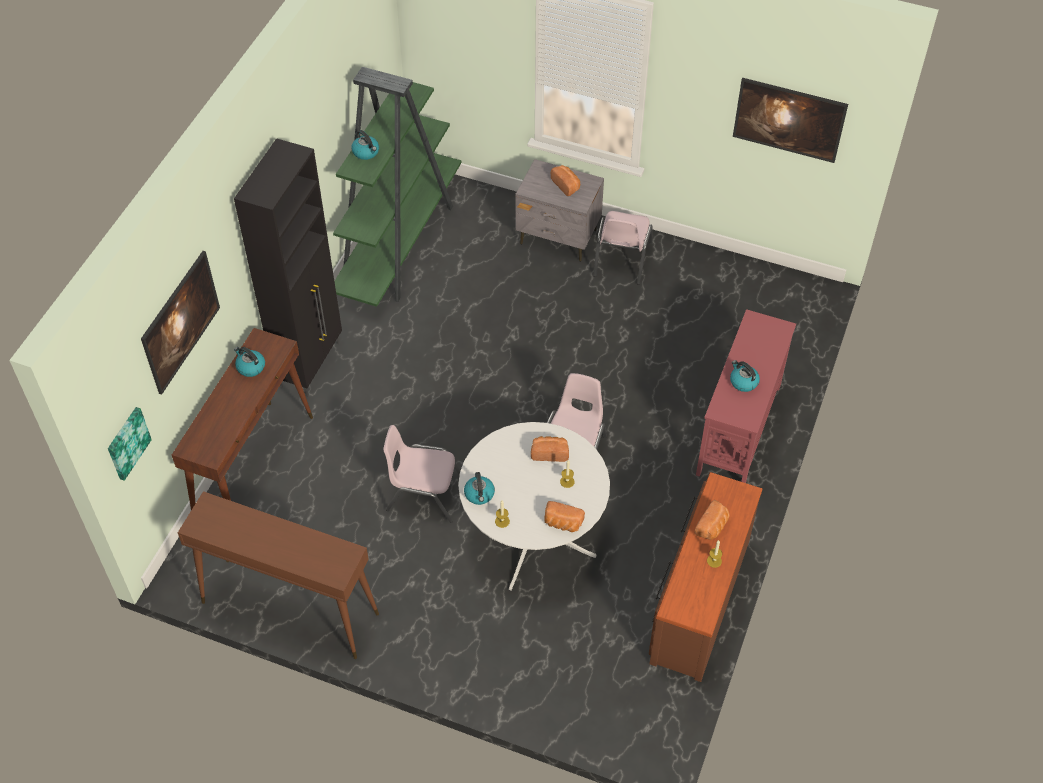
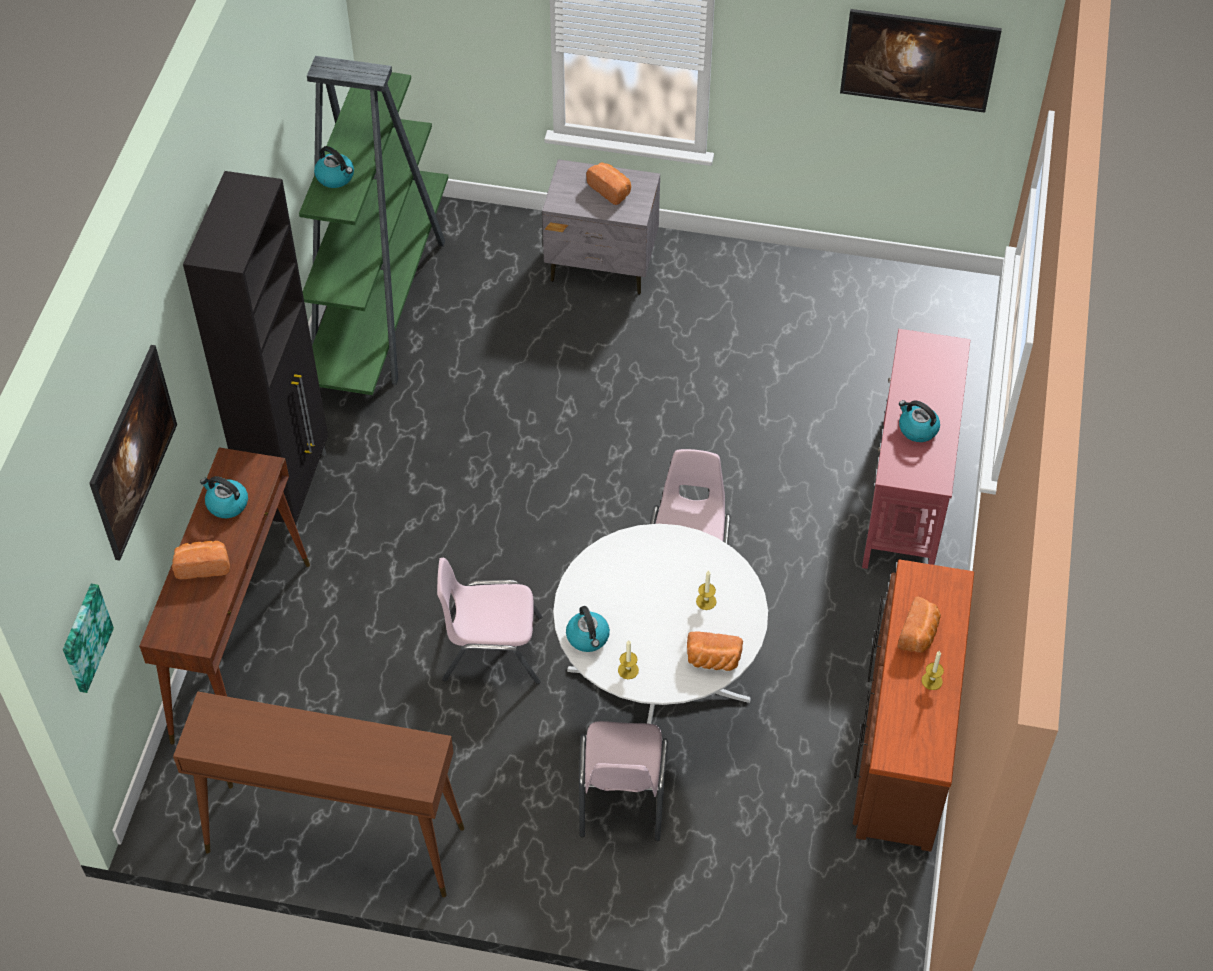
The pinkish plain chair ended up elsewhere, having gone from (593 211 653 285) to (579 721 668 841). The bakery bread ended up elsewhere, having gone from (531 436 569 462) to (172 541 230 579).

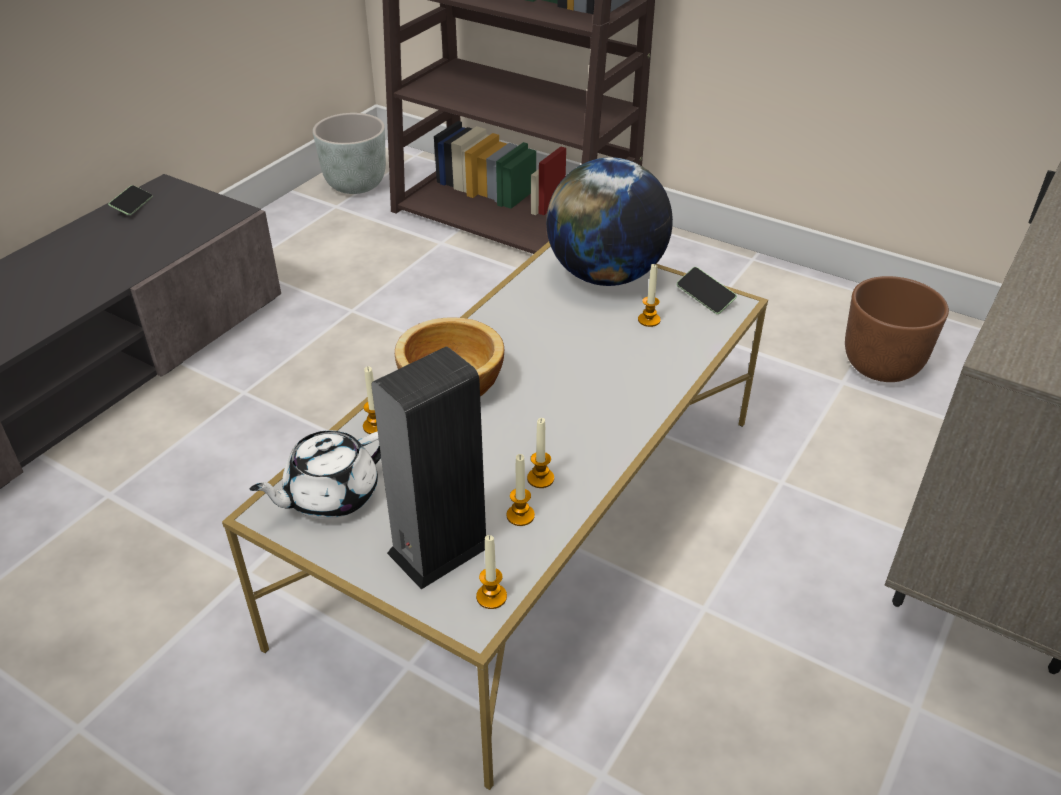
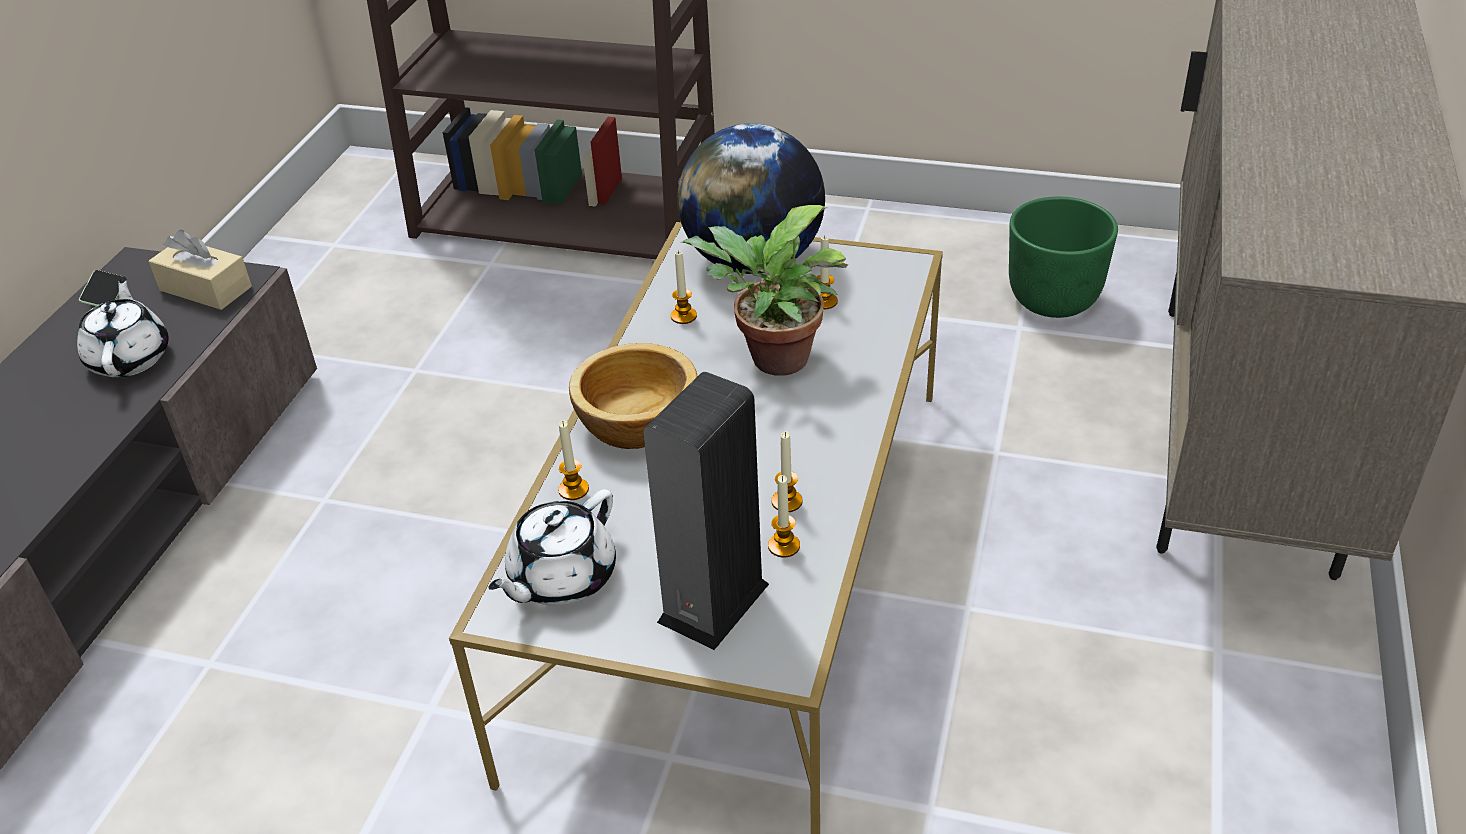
The second view lost the grey plant pot at (313 113 386 194). The second view lost the telephone at (676 267 737 314). What was the brown-coloured plant pot at (845 276 949 382) turned into the greenish plant pot at (1009 197 1118 318). The wax candle ended up elsewhere, having gone from (476 535 507 609) to (671 250 697 324). The second view gained the potted plant at (681 205 848 376). The second view gained the beige tissue holder at (149 230 252 310). The second view gained the white teapot at (77 276 169 377).

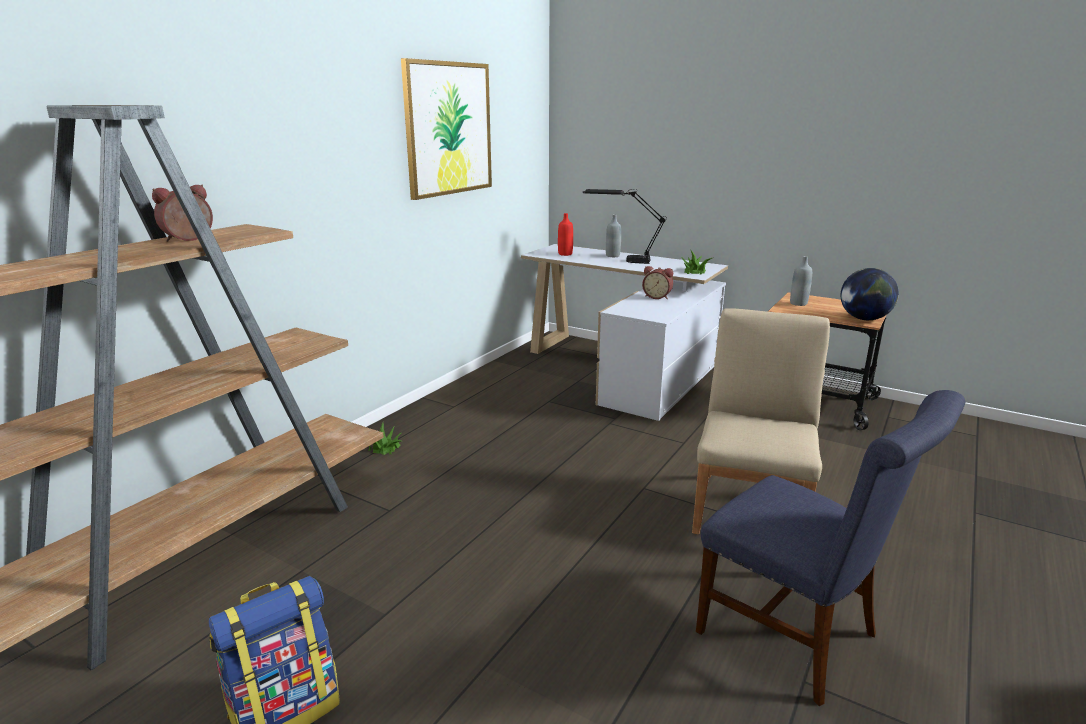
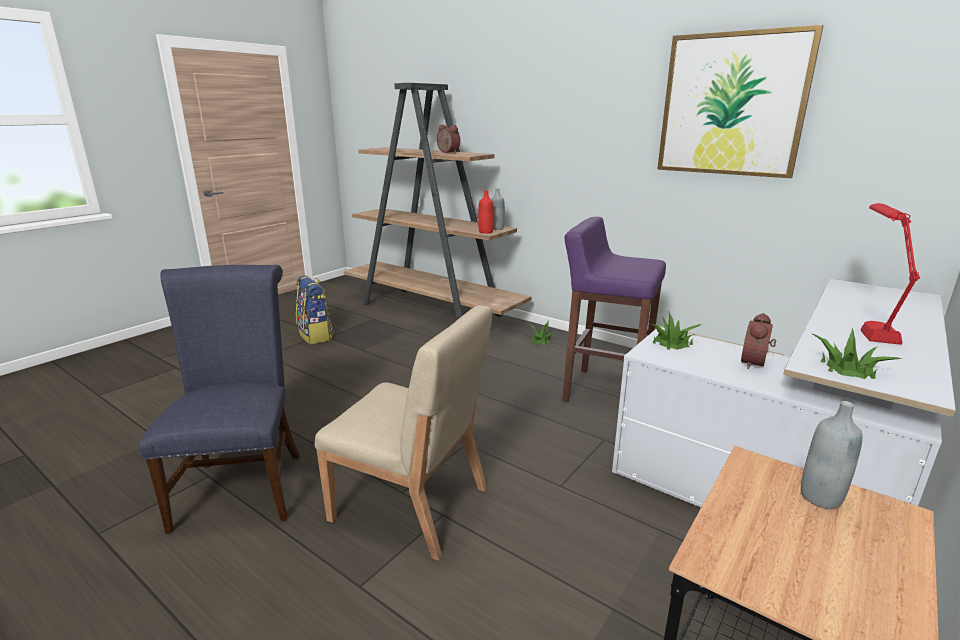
What was the black tabletop lamp at (583 189 667 264) turned into the red-coloured tabletop lamp at (861 203 920 345). The red-coloured drink bottle ended up elsewhere, having gone from (558 213 573 256) to (478 190 494 234). The grey drink bottle ended up elsewhere, having gone from (606 214 621 257) to (491 188 505 230). The second view lost the globe at (841 268 899 320). The blue plain chair at (696 390 965 706) ended up facing another way, 120 degrees clockwise from before. The second view gained the purple stool at (562 217 666 402). The second view gained the potted plant at (648 312 702 350).

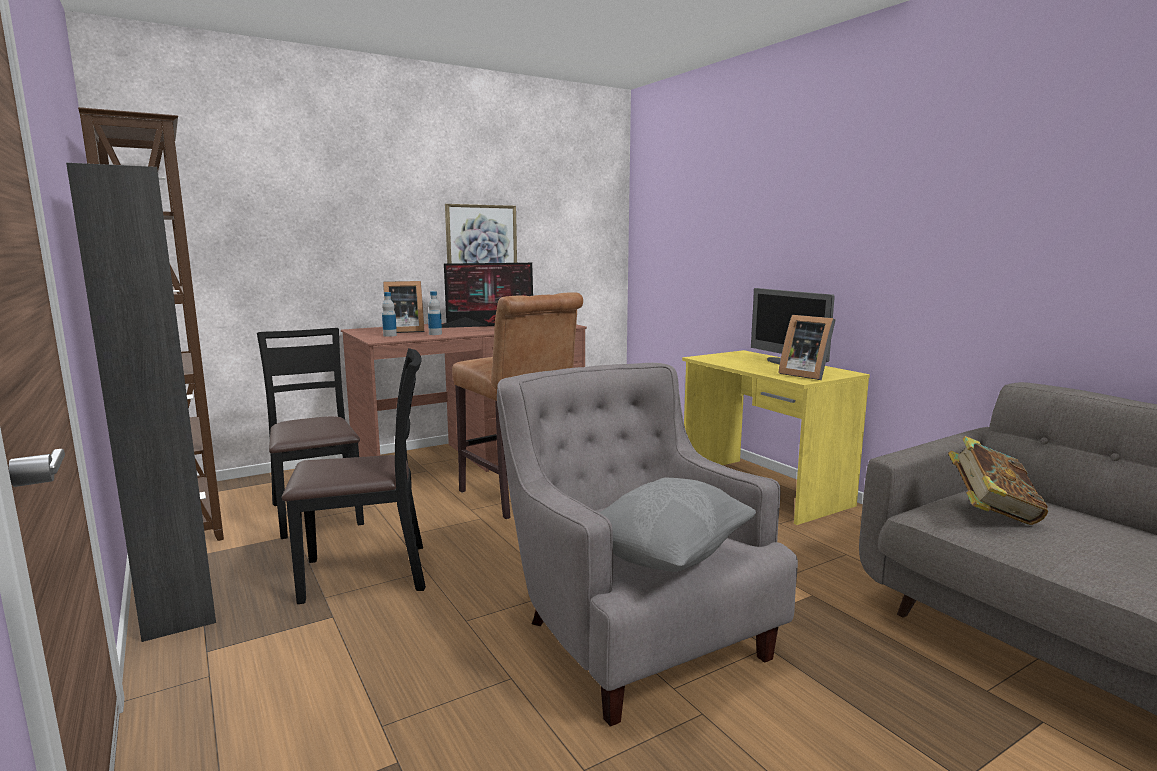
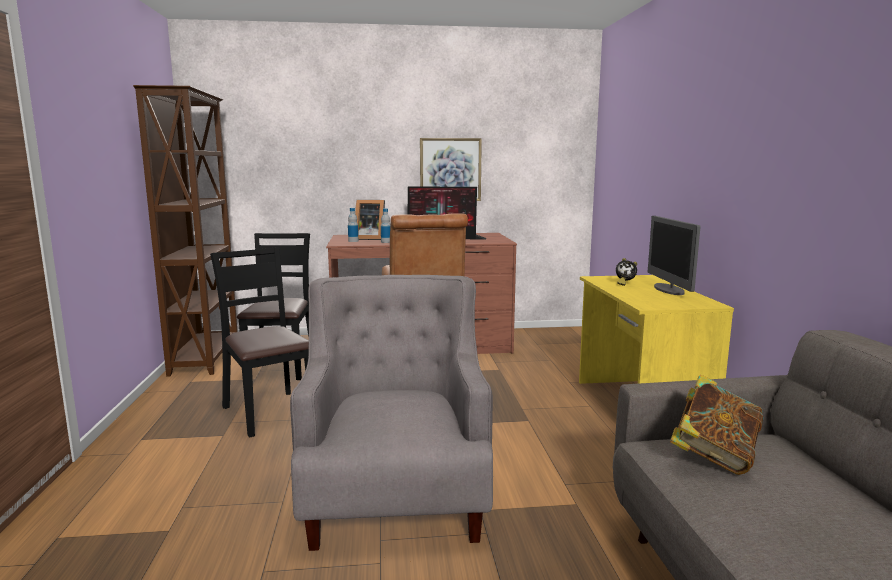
The second view lost the black cupboard at (66 163 216 642). The second view lost the photo frame at (778 315 836 380). The black plain chair at (282 348 426 604) ended up facing another way, 135 degrees counterclockwise from before. The second view lost the grey throw pillow at (599 477 756 572). The second view gained the bedside clock at (616 258 637 286).

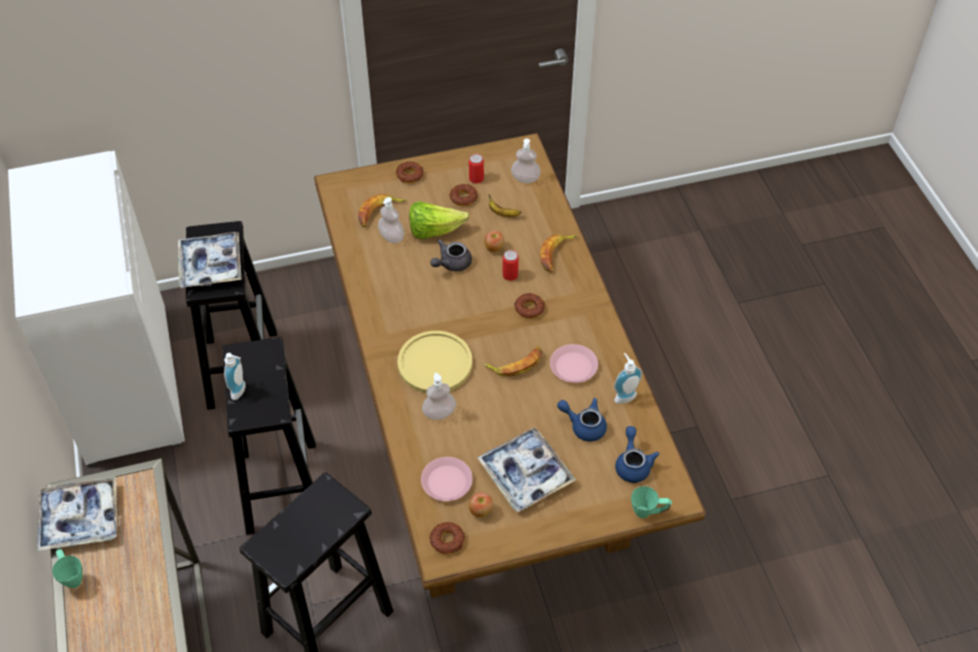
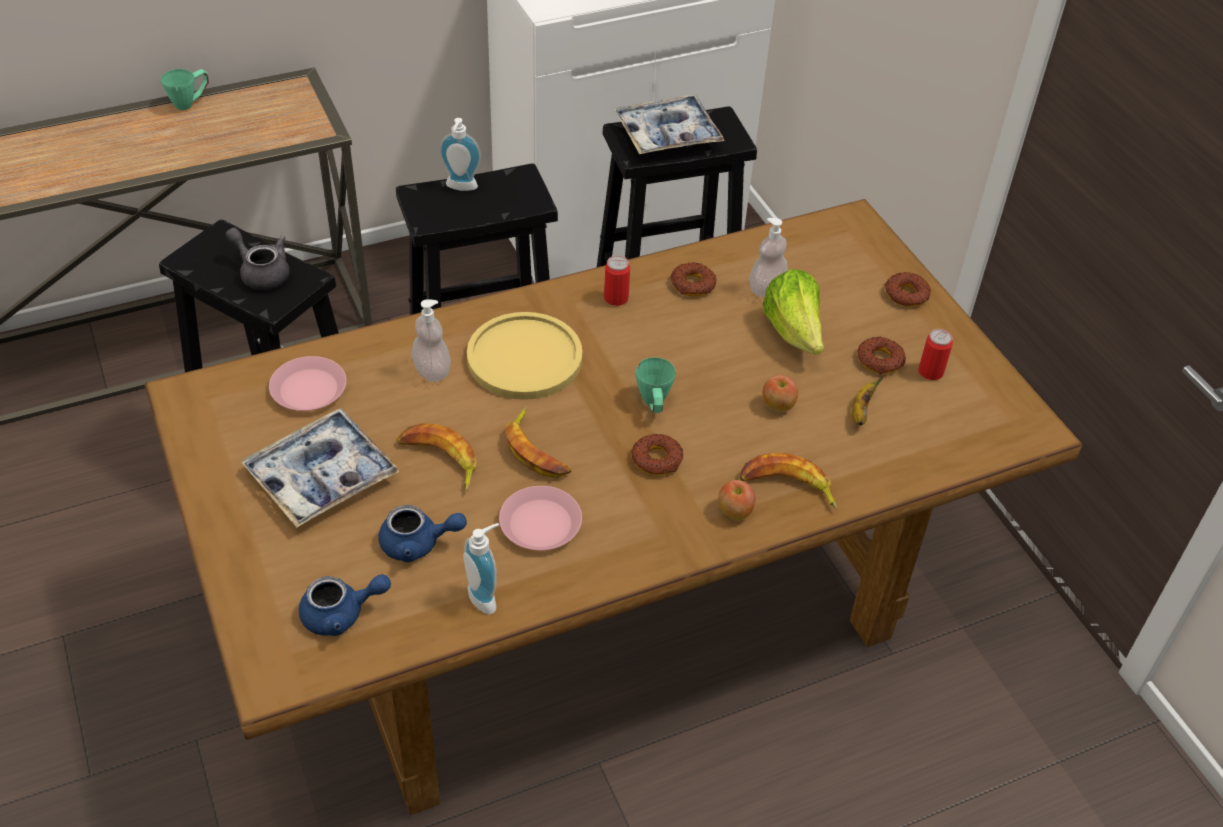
The second view lost the soap bottle at (511 139 541 183). The banana fruit ended up elsewhere, having gone from (358 194 407 227) to (397 423 477 491). The grey teapot ended up elsewhere, having gone from (430 239 472 272) to (226 228 290 290). The metal can ended up elsewhere, having gone from (502 250 519 281) to (604 255 630 306). The blue teapot at (557 398 607 442) ended up facing another way, 75 degrees clockwise from before. The second view lost the tray at (37 477 117 551). The greenish coffee mug ended up elsewhere, having gone from (631 486 672 518) to (636 357 676 413). The whole apple ended up elsewhere, having gone from (469 493 493 517) to (718 480 756 521). The doughnut ended up elsewhere, having gone from (430 522 465 554) to (671 262 716 297).

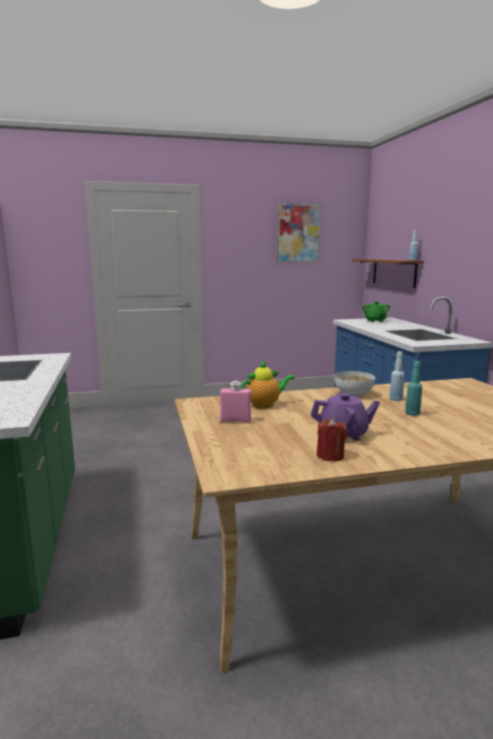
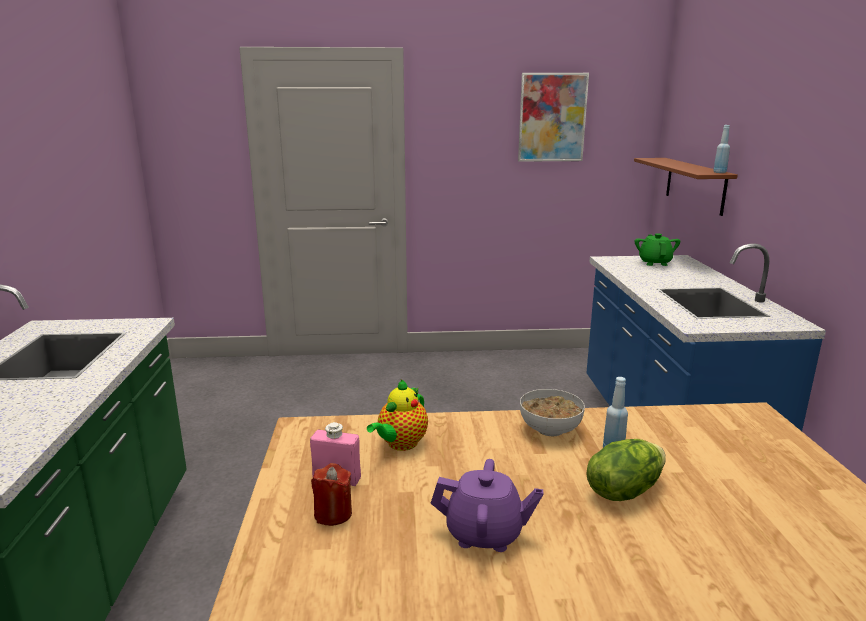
The teapot at (241 360 295 408) ended up facing another way, 135 degrees clockwise from before. Where the turquoise drink bottle stood at (405 361 422 416), the lettuce head came to stand at (586 439 666 501). The red-coloured wax candle ended up elsewhere, having gone from (317 418 347 461) to (311 463 352 526).

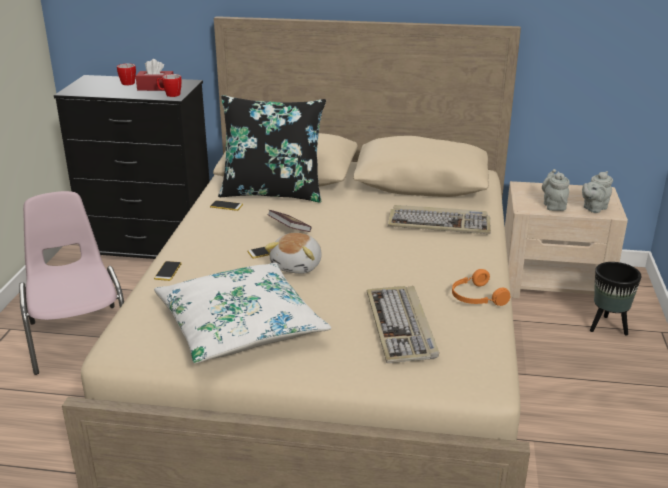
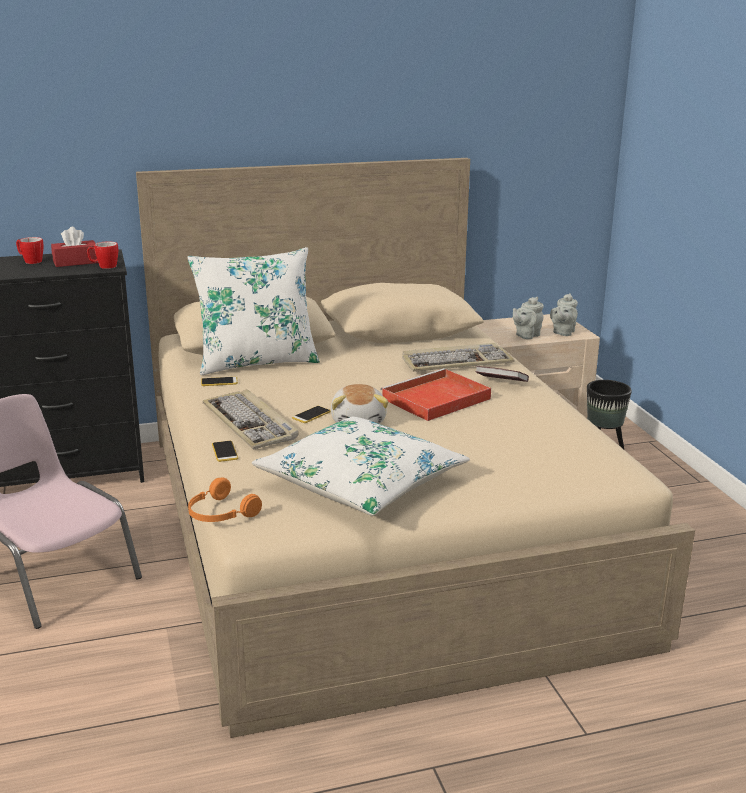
What was the black throw pillow at (218 95 326 203) turned into the white throw pillow at (187 247 320 375). The grey teapot at (542 169 570 211) ended up facing another way, 105 degrees counterclockwise from before. The volume ended up elsewhere, having gone from (267 210 311 232) to (475 366 529 382). The orangey pair of headphones ended up elsewhere, having gone from (452 269 510 306) to (188 477 262 522). The computer keyboard ended up elsewhere, having gone from (367 286 439 363) to (203 389 299 449). The second view gained the red-coloured tray at (380 368 491 421).

